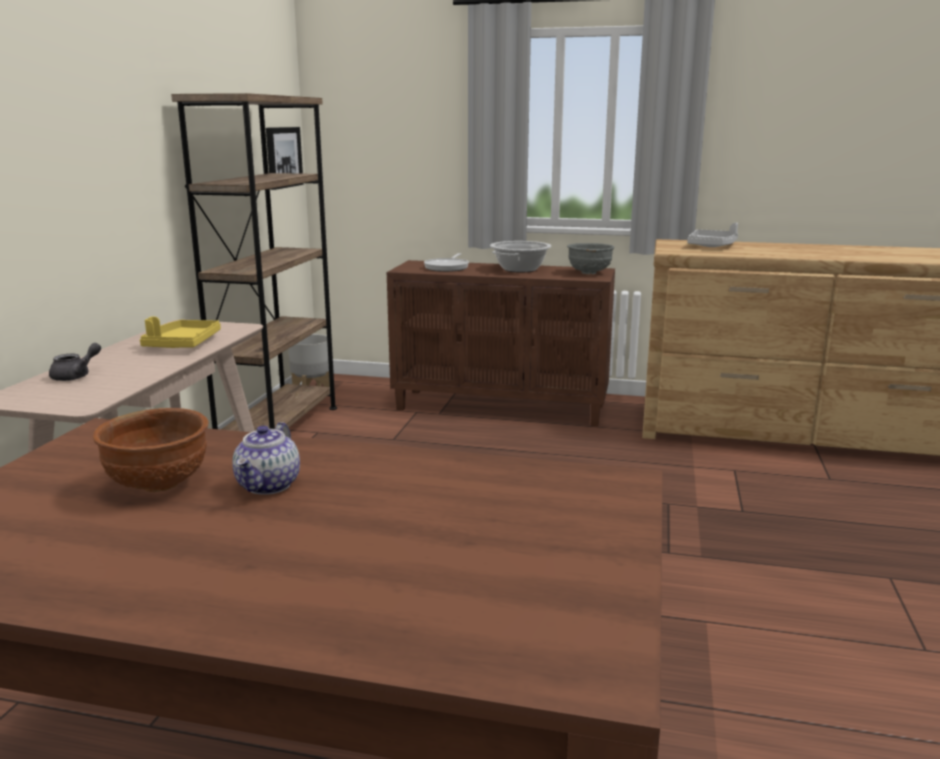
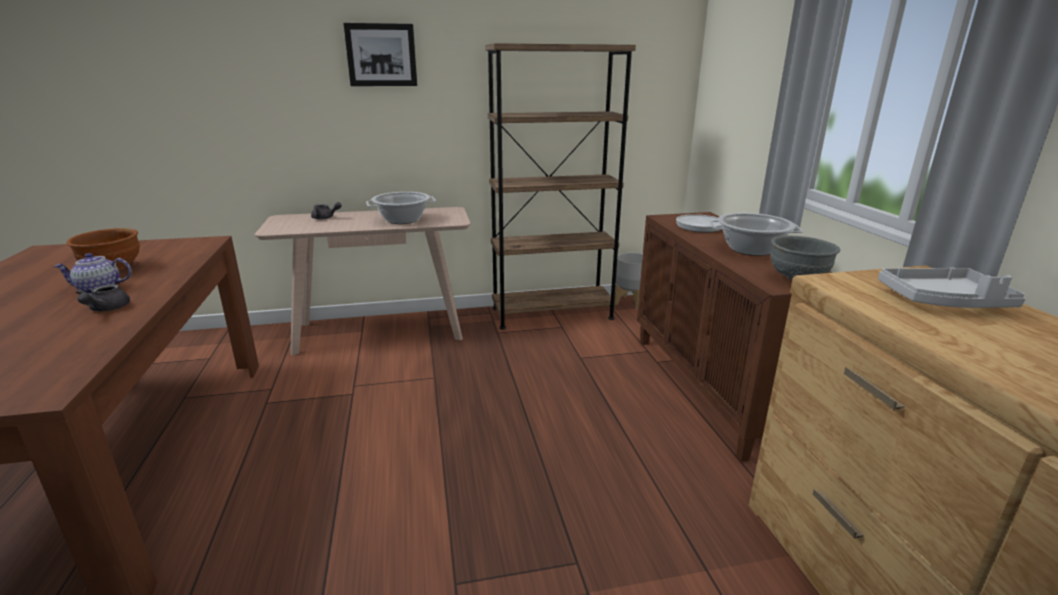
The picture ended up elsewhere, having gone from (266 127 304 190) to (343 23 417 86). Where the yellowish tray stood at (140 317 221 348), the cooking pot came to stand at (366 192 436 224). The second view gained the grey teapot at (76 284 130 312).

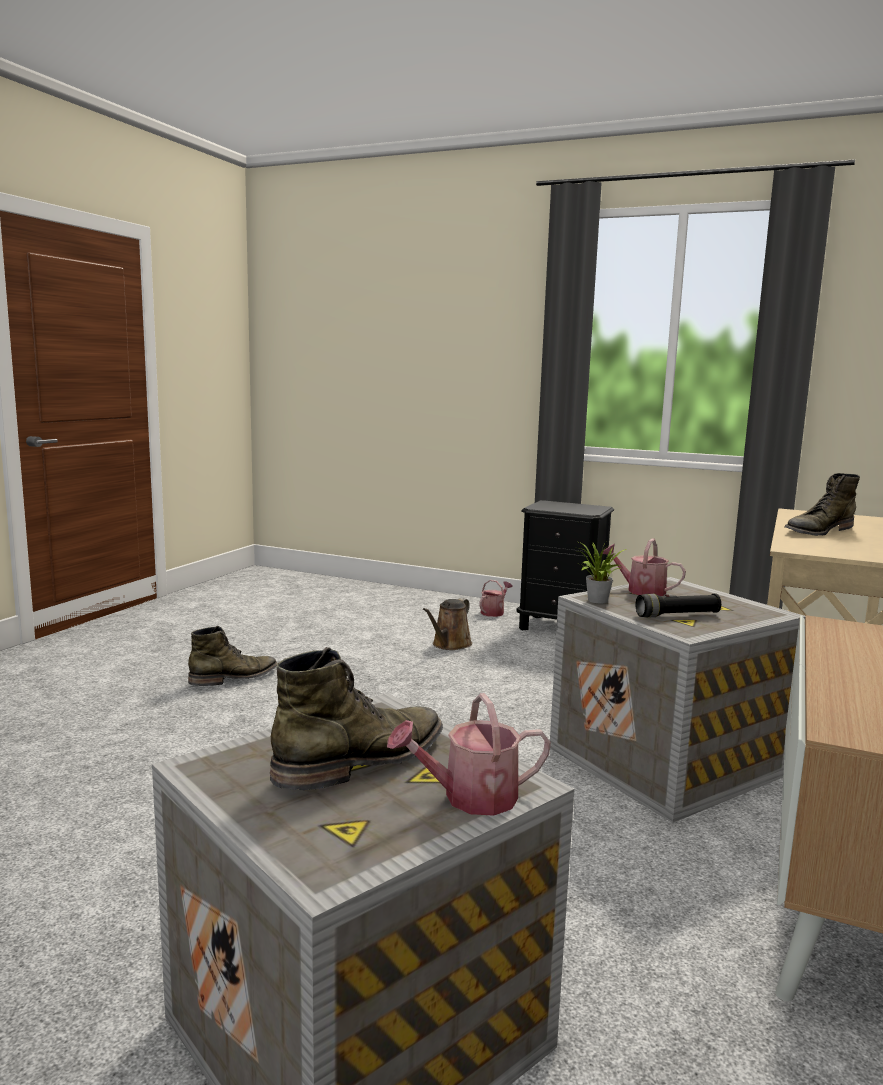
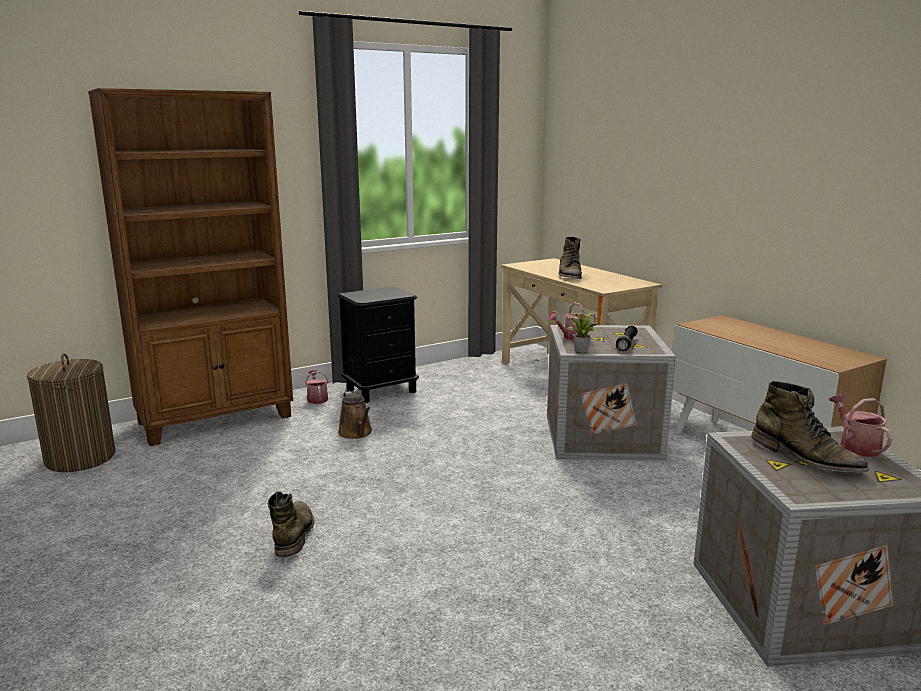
The greenish tall boot at (270 647 443 790) ended up facing another way, 150 degrees clockwise from before. The watering pot at (387 693 551 816) ended up facing another way, 150 degrees clockwise from before. The second view gained the brown-coloured bookshelf at (88 88 293 446). The second view gained the hamper at (27 353 115 472).

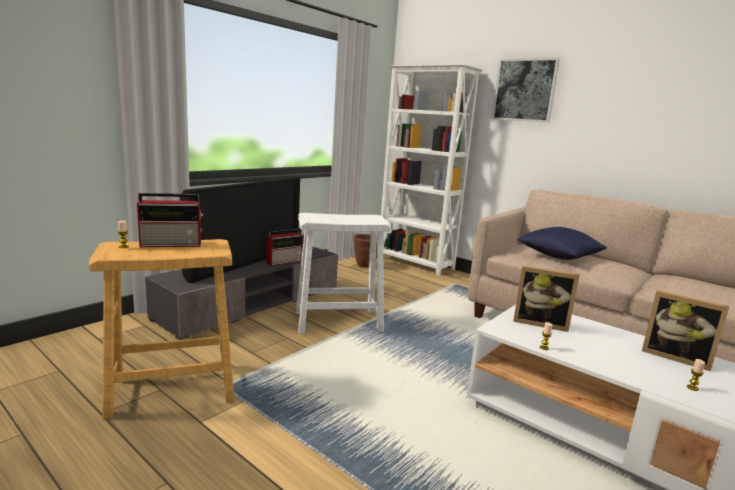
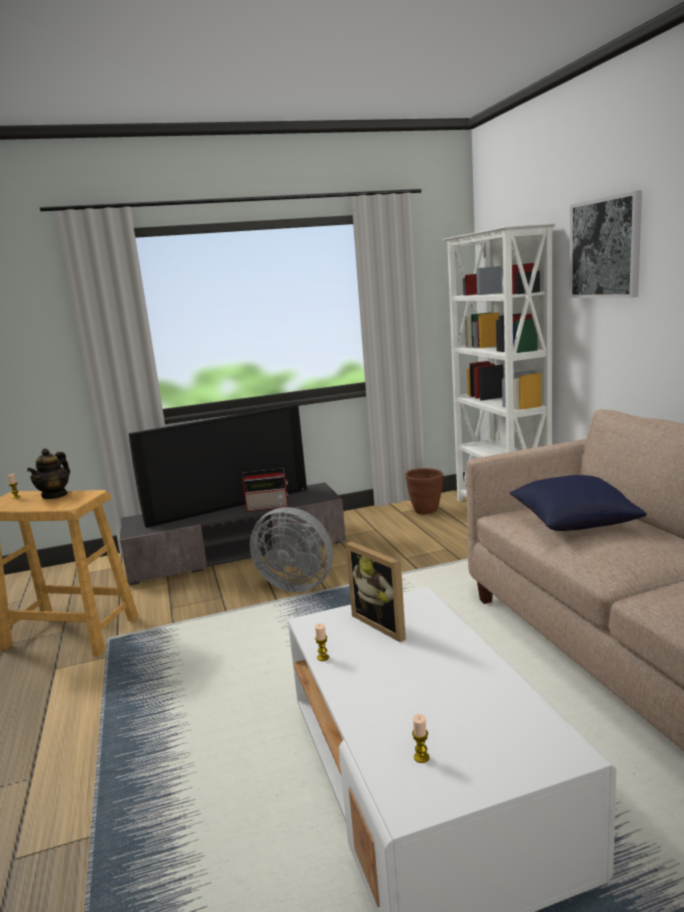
Where the radio receiver stood at (137 193 203 247), the teapot came to stand at (27 448 70 499). Where the white stool stood at (296 213 391 334), the grey cooling fan came to stand at (250 507 333 592). The second view lost the photo frame at (642 290 729 371).

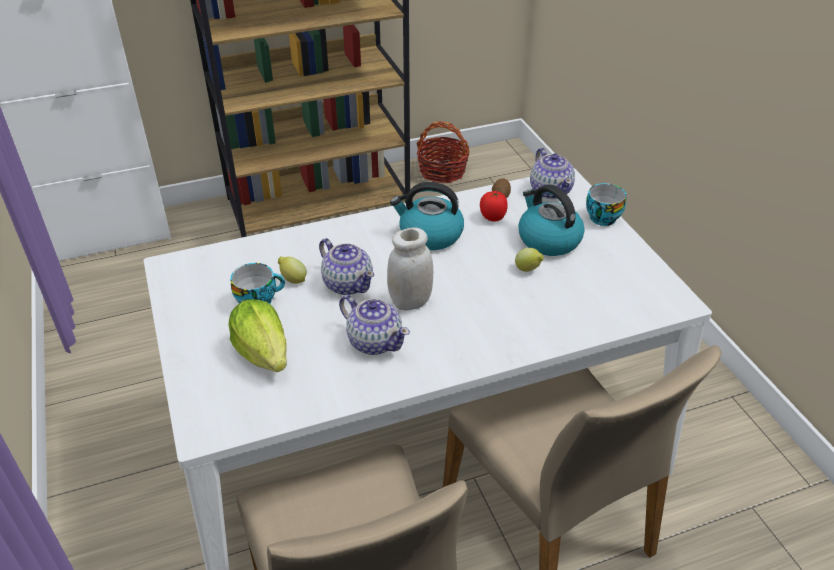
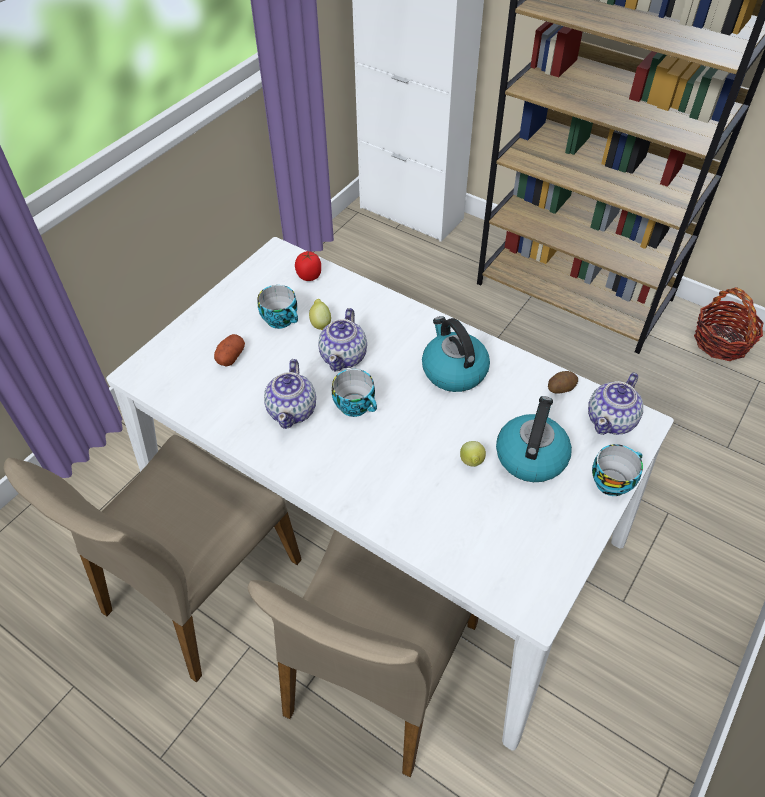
The whole tomato ended up elsewhere, having gone from (480 191 508 222) to (295 251 321 281). Where the white preserve jar stood at (387 228 433 311), the cup came to stand at (332 369 377 417). Where the lettuce head stood at (229 299 287 372), the potato came to stand at (214 334 245 367).

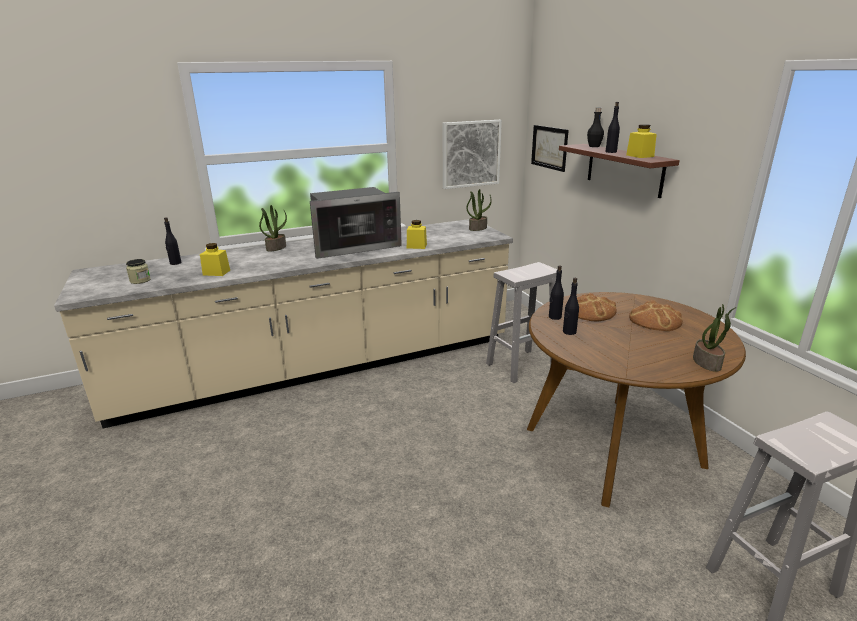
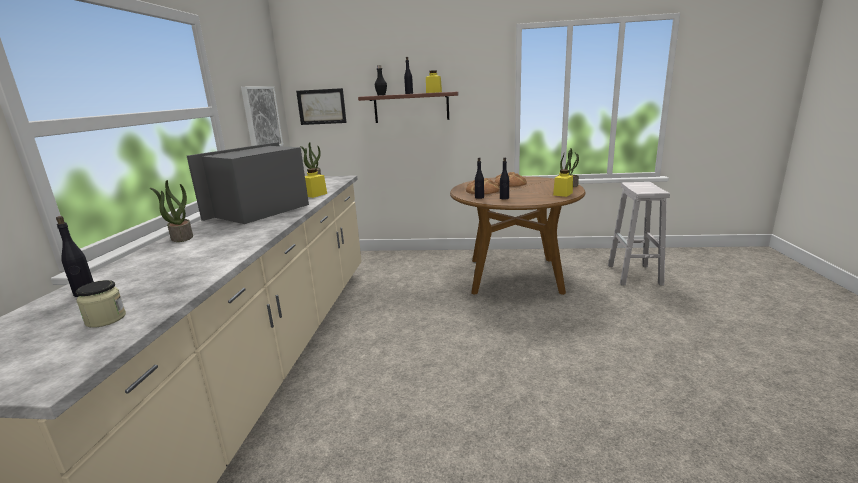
The microwave at (310 187 402 259) ended up facing another way, 150 degrees counterclockwise from before. The yellowish preserve jar ended up elsewhere, having gone from (200 243 230 276) to (553 169 573 197). The second view lost the white stool at (486 262 558 383).

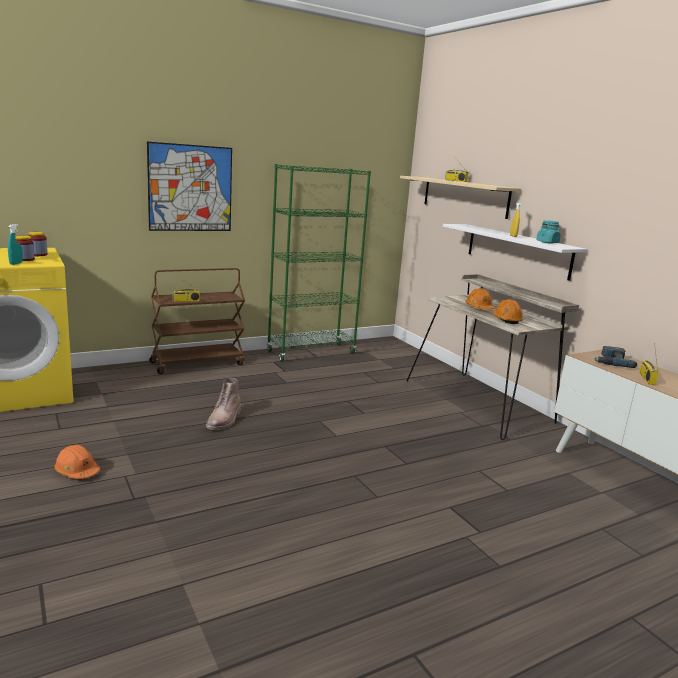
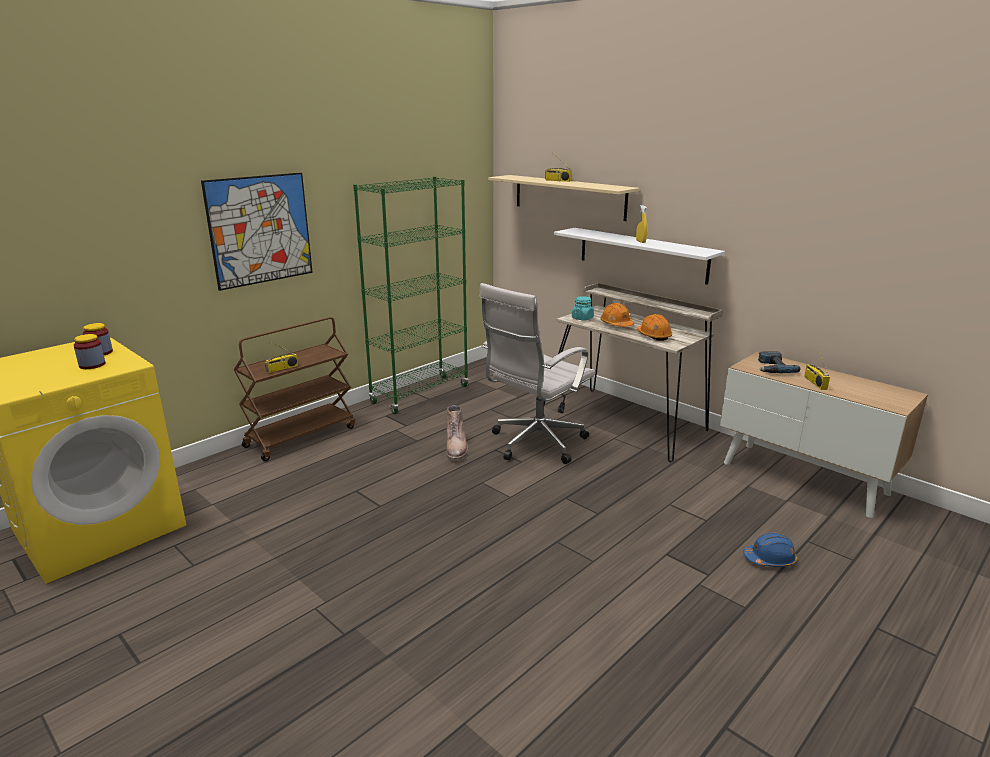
The turquoise preserve jar ended up elsewhere, having gone from (536 220 561 244) to (572 296 594 320). The second view lost the turquoise hand sprayer at (8 224 23 265). The brown-coloured tall boot ended up elsewhere, having gone from (206 378 241 430) to (446 405 468 460). The second view lost the orangey work helmet at (54 445 100 479). The second view gained the white computer chair at (479 283 595 464). The second view gained the blue work helmet at (743 532 798 567).

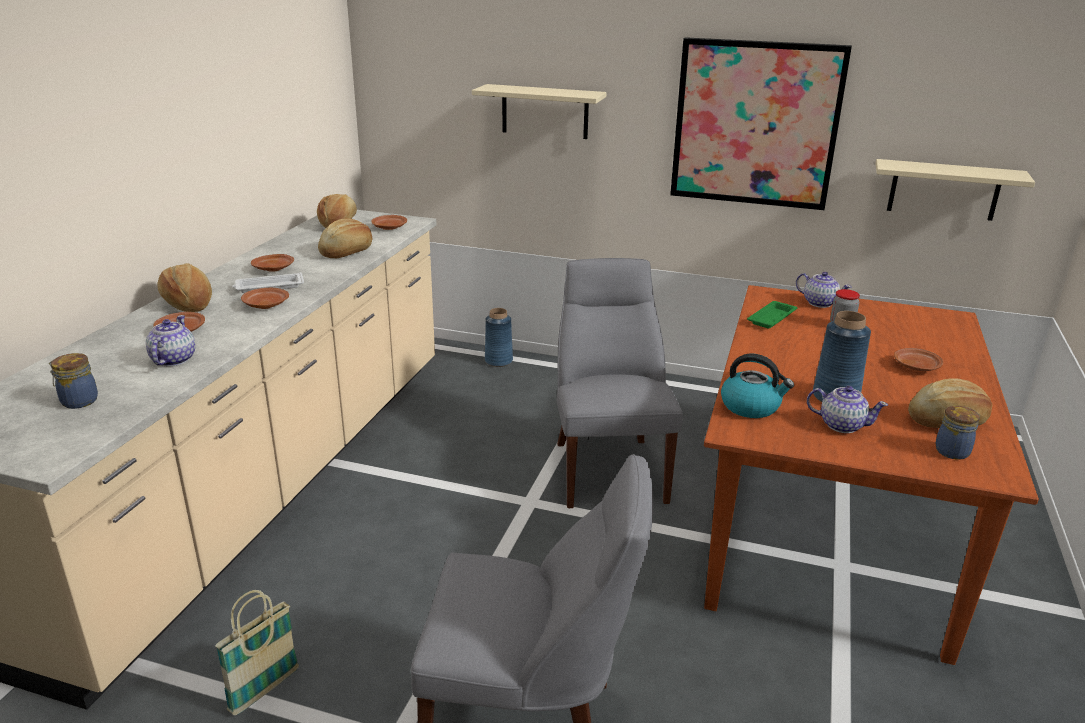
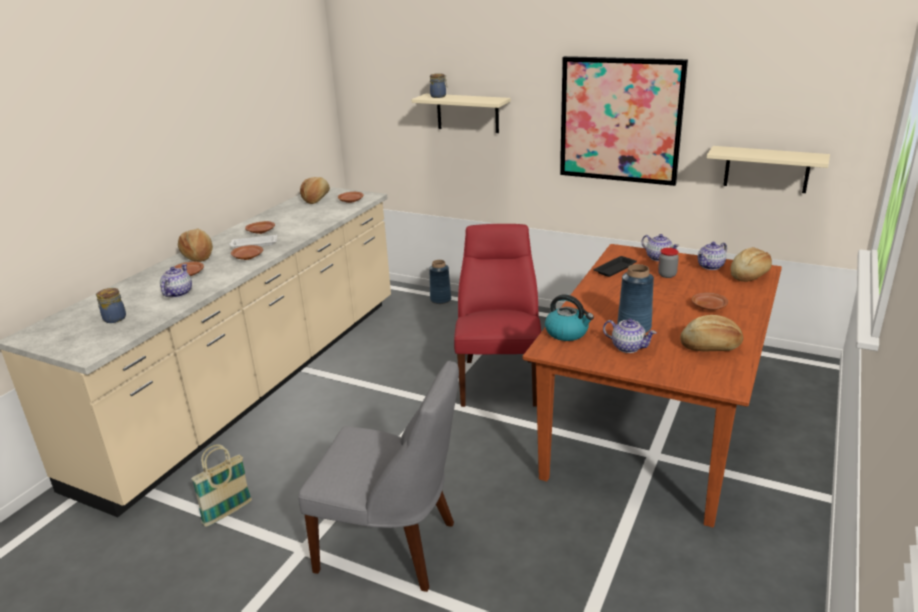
The bakery bread ended up elsewhere, having gone from (318 218 372 258) to (730 247 772 282). What was the grey plain chair at (556 258 682 508) turned into the red-coloured plain chair at (454 224 541 407). What was the greenish tray at (747 301 797 328) turned into the black tray at (594 256 637 277). The preserve jar ended up elsewhere, having gone from (935 406 980 460) to (430 73 447 98). The second view gained the teapot at (698 242 727 270).

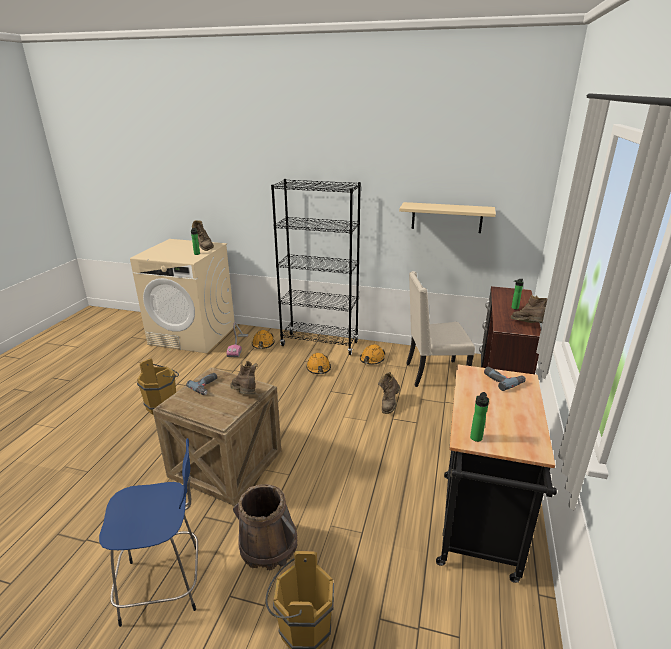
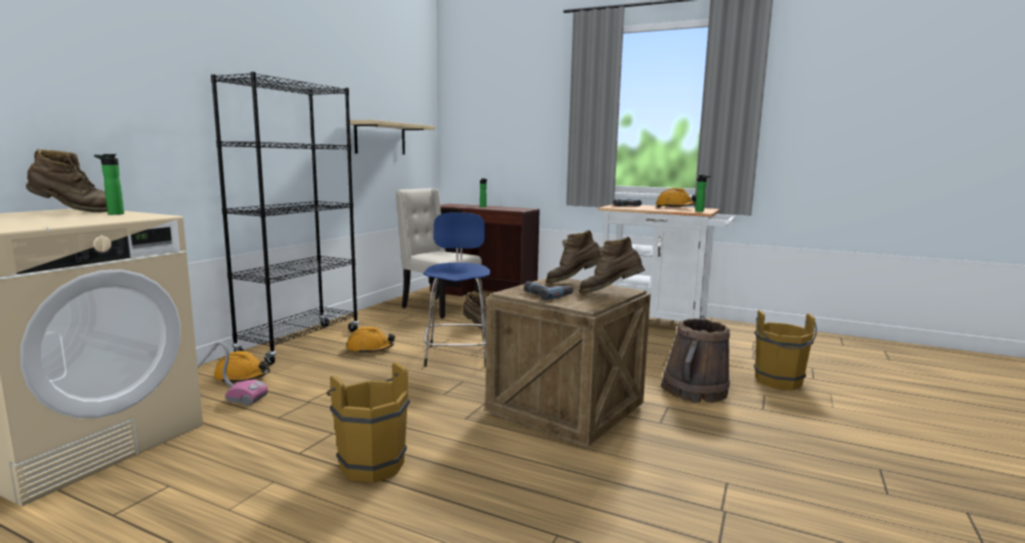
The beige plain chair at (406 271 475 387) ended up facing another way, 120 degrees clockwise from before. The brown-coloured tall boot ended up elsewhere, having gone from (510 295 548 323) to (579 237 645 293). The orangey work helmet ended up elsewhere, having gone from (360 344 385 365) to (656 188 696 208). What was the black trolley at (436 364 557 583) turned into the white trolley at (598 204 737 321). The blue stool ended up elsewhere, having gone from (99 438 198 627) to (423 212 491 367).

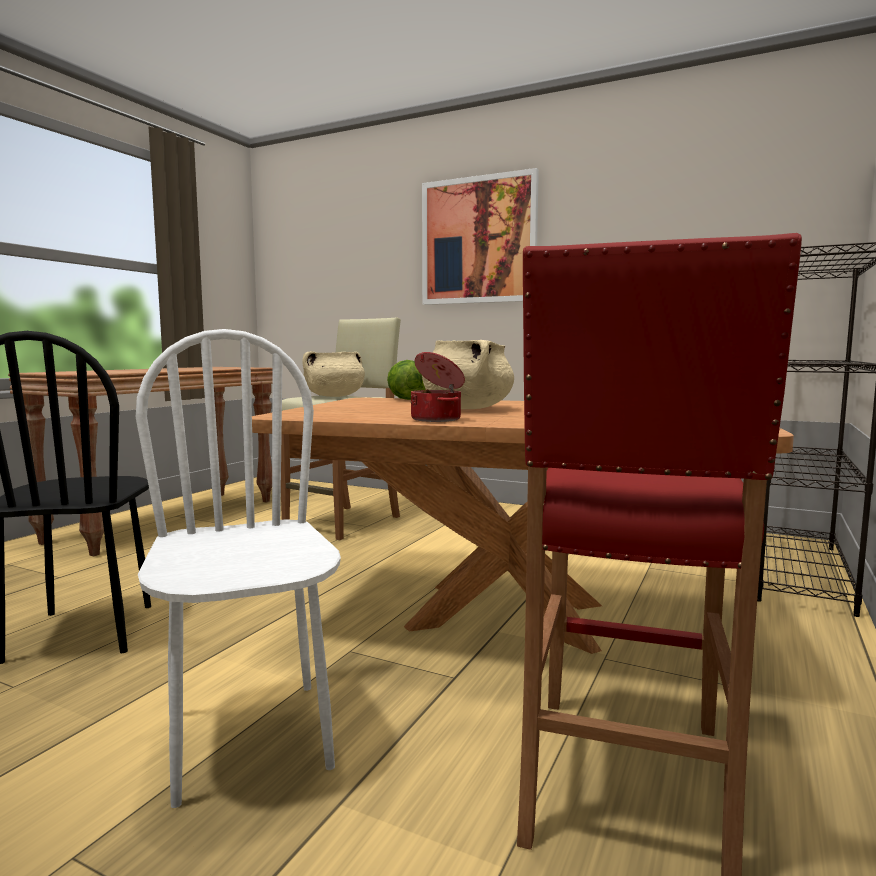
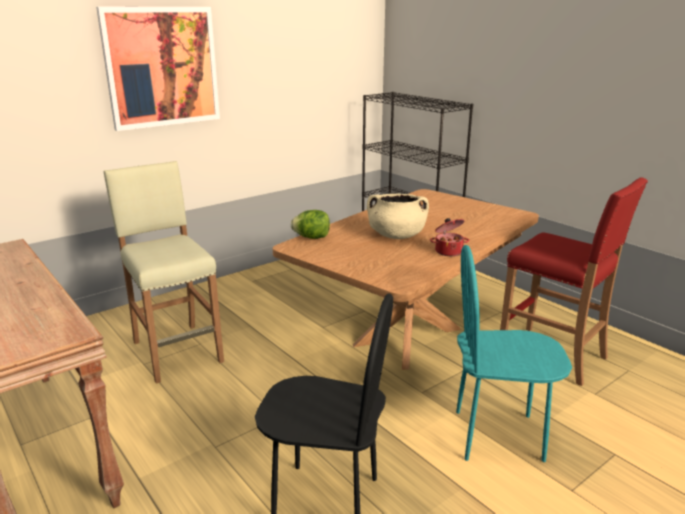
What was the white plain chair at (136 329 341 808) turned into the turquoise plain chair at (456 245 572 462). The second view lost the beige cooking pot at (302 351 365 397).

